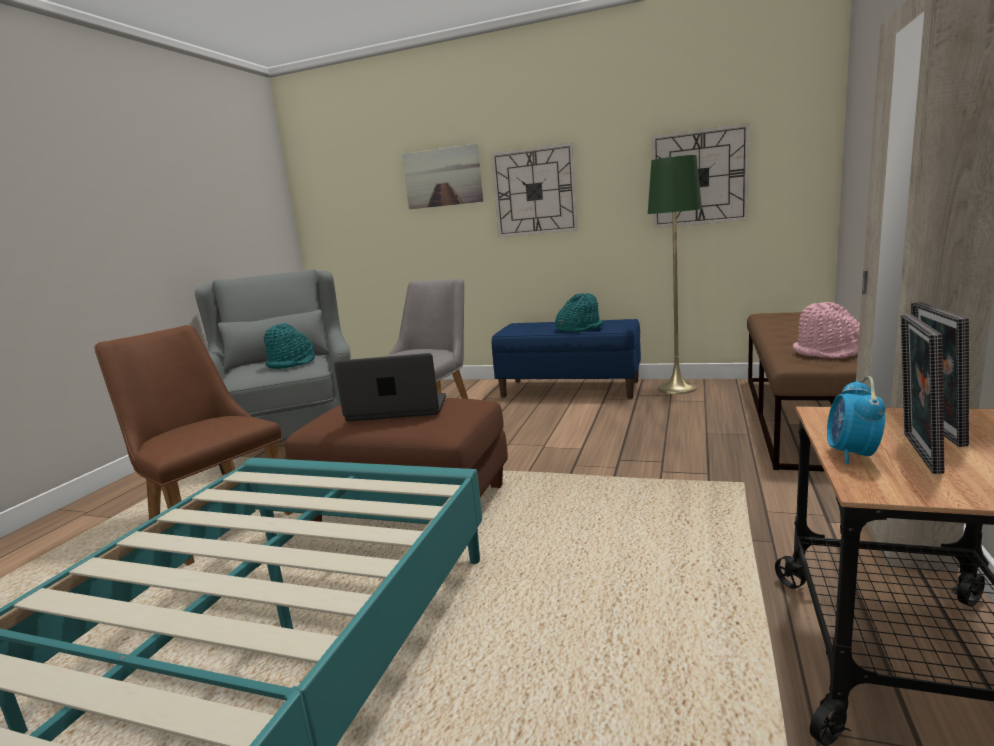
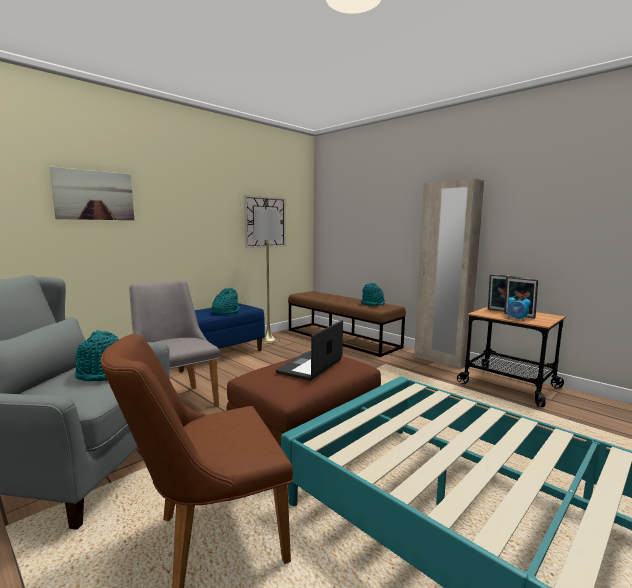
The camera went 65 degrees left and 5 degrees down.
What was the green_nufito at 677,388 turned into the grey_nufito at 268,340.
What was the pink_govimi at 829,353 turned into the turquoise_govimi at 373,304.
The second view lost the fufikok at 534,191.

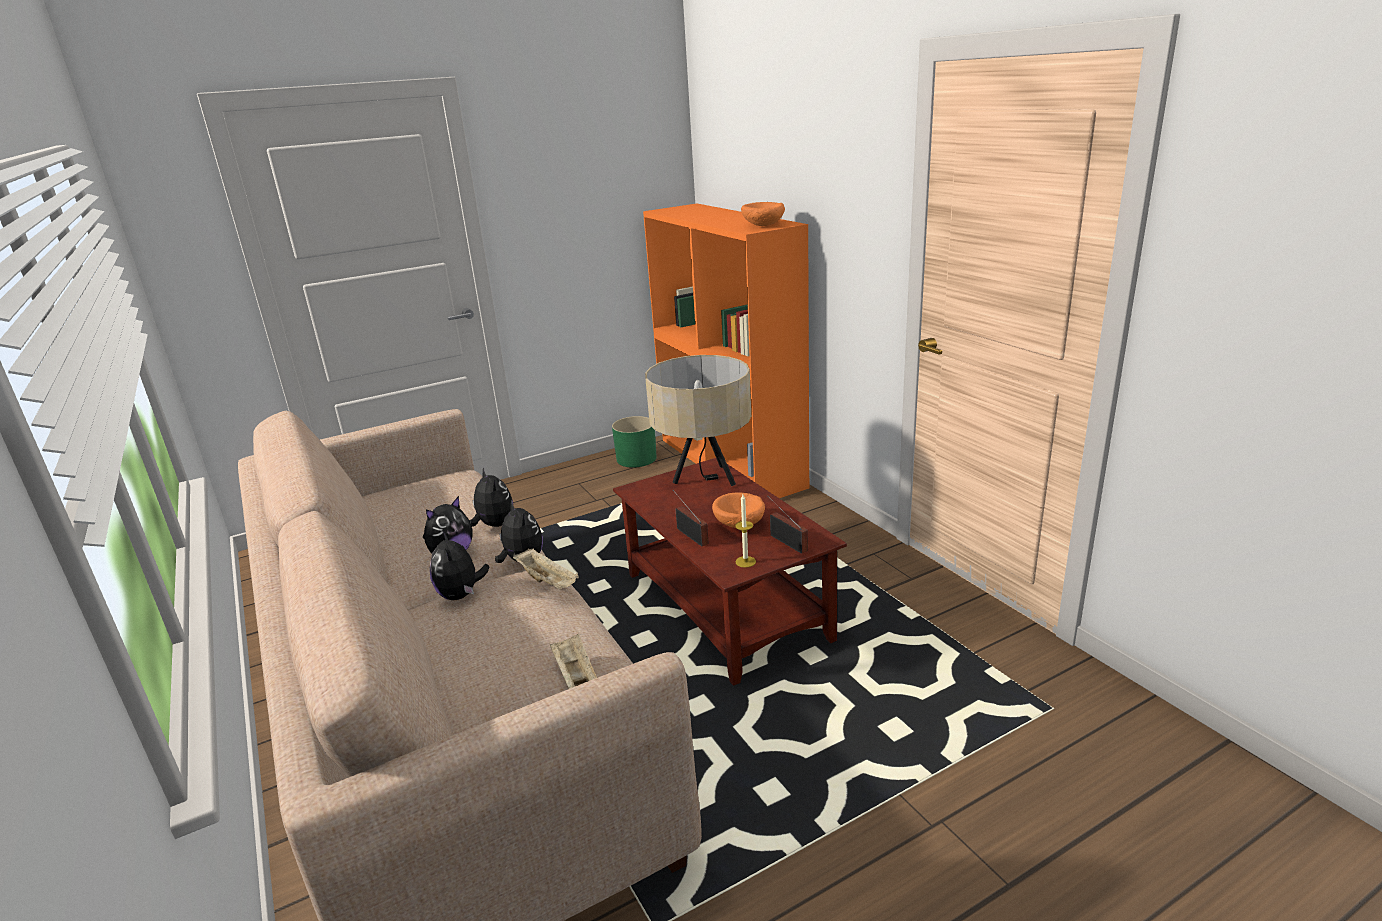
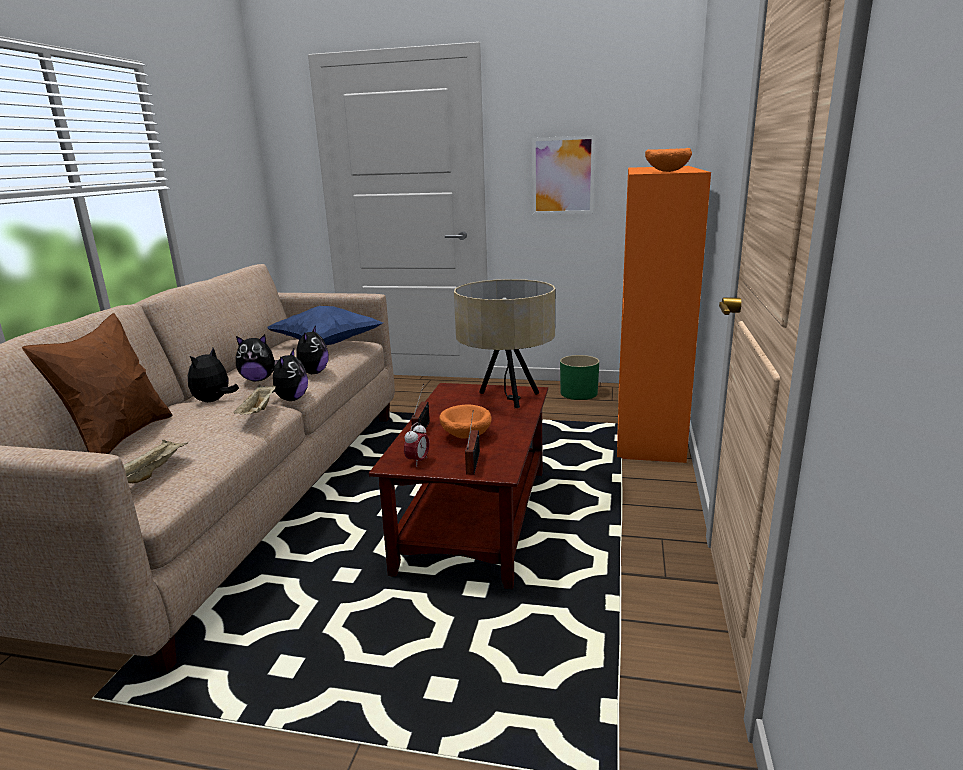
The camera went 40 degrees right and 5 degrees down.
The second view gained the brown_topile at 119,439.
The second view gained the blue_topile at 327,344.
Where the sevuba stood at 745,561, the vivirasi came to stand at 417,461.
The second view gained the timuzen at 563,176.

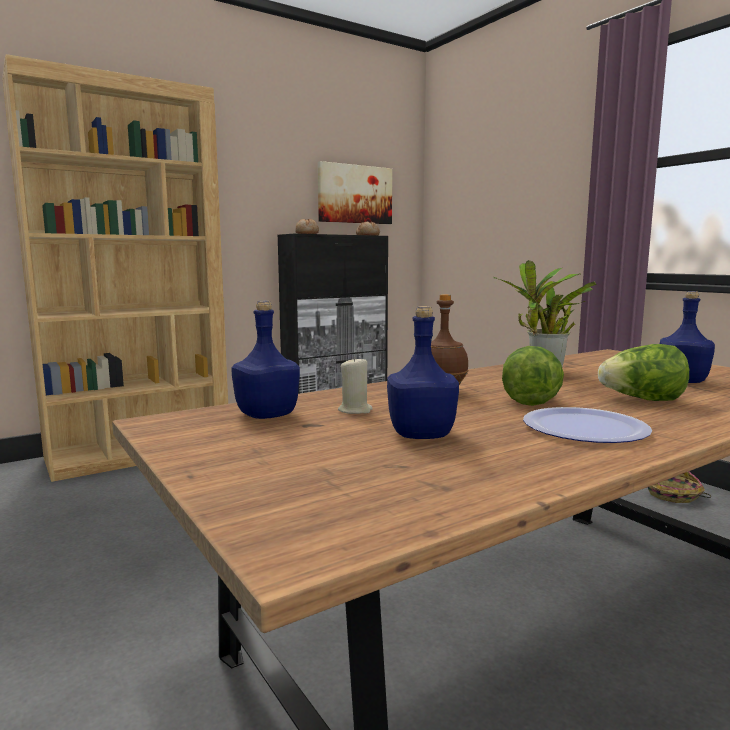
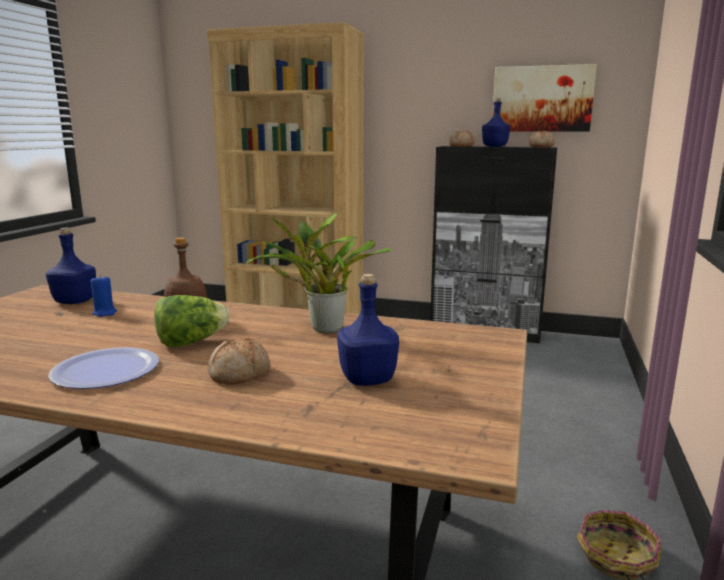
The camera went 50 degrees right and 5 degrees up.
What was the beige_sevuba at 355,410 turned into the blue_sevuba at 105,313.
Where the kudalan stood at 642,400, the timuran came to stand at 240,374.
The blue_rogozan ended up elsewhere, having gone from 421,435 to 494,146.

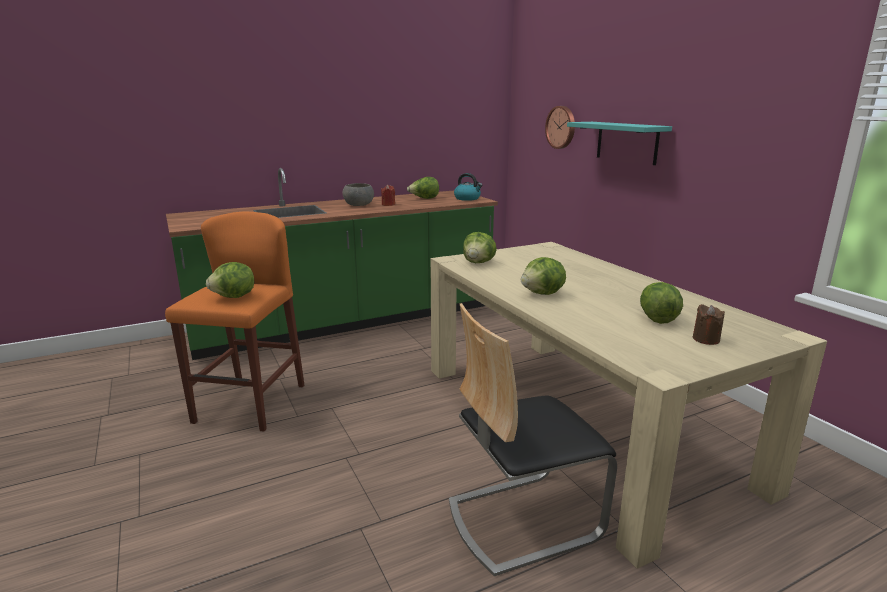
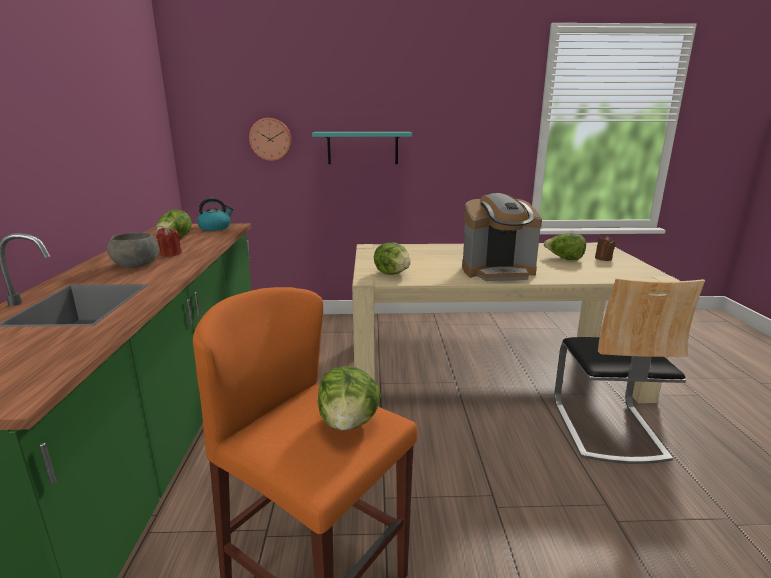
The camera went 65 degrees left and 0 degrees up.
Where the kudalan stood at 543,294, the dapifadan came to stand at 498,272.

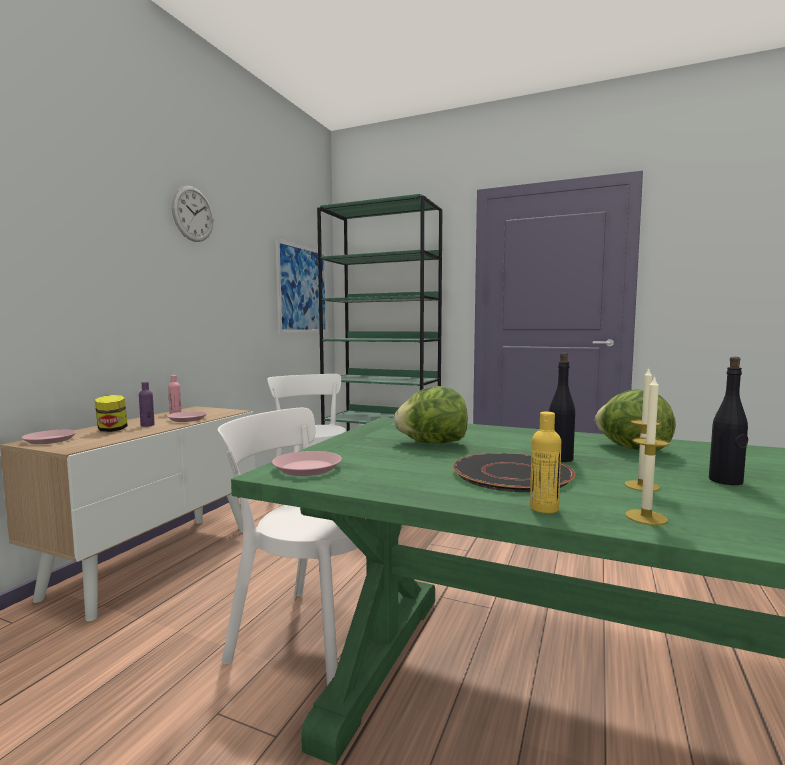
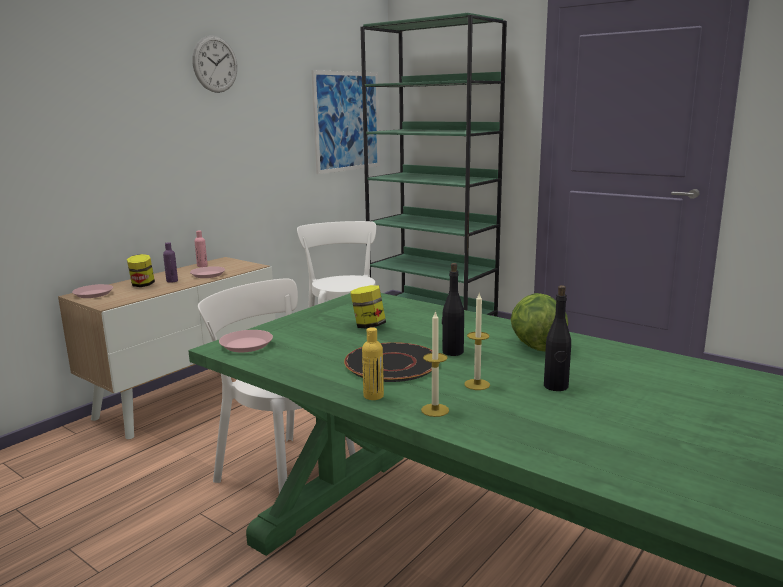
The camera went 15 degrees right and 10 degrees up.
Where the kudalan stood at 432,443, the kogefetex came to stand at 368,326.

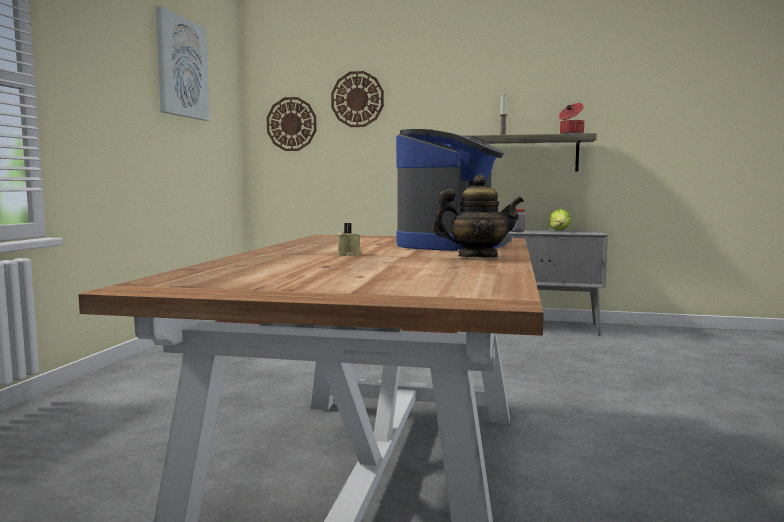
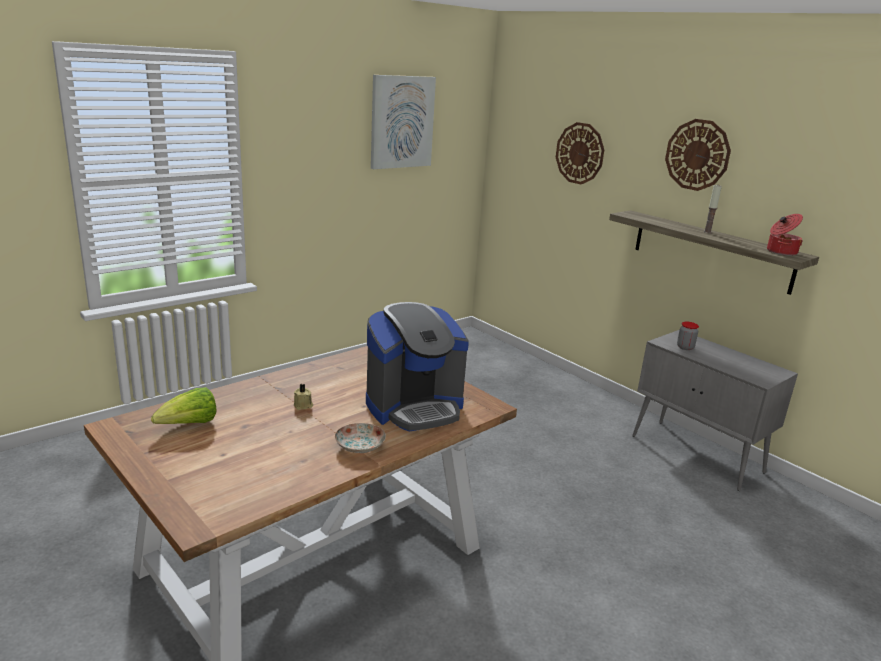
The camera went 35 degrees right and 15 degrees up.
The kudalan ended up elsewhere, having gone from 559,231 to 189,425.
Where the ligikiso stood at 477,257, the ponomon came to stand at 359,446.
The fufikok ended up elsewhere, having gone from 291,124 to 697,155.

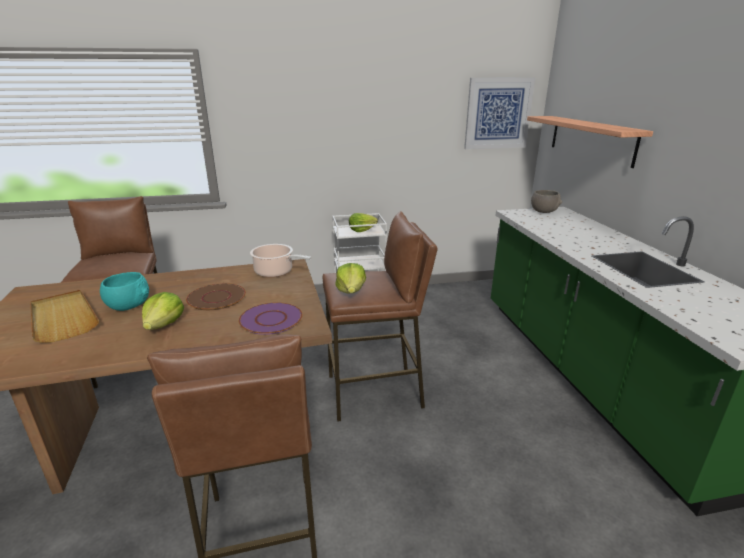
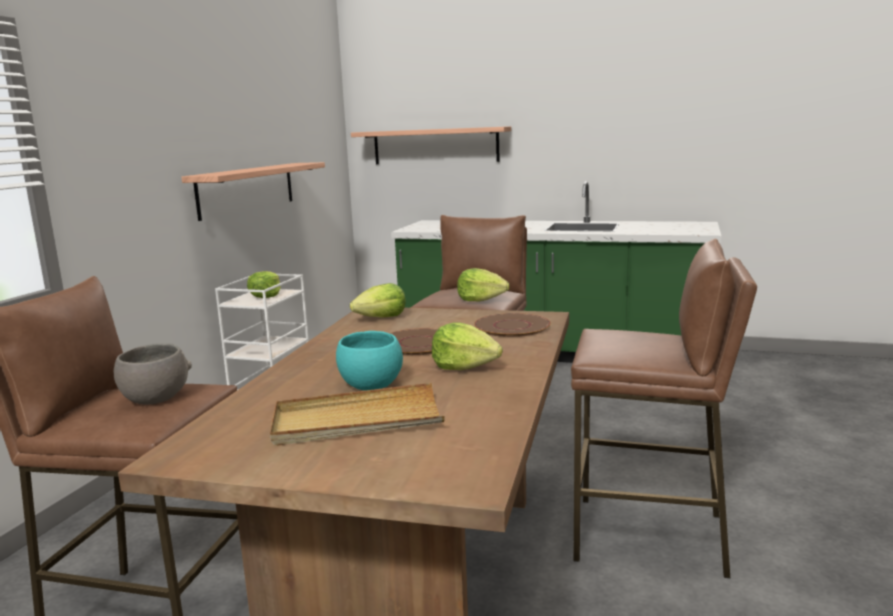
The camera went 60 degrees left and 10 degrees down.
The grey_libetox ended up elsewhere, having gone from 544,211 to 155,397.
The second view gained the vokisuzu at 247,189.
Where the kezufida stood at 276,272, the kudalan came to stand at 381,318.
What was the purple_ponomon at 270,319 turned into the brown_ponomon at 511,326.
The second view lost the timuzen at 498,113.

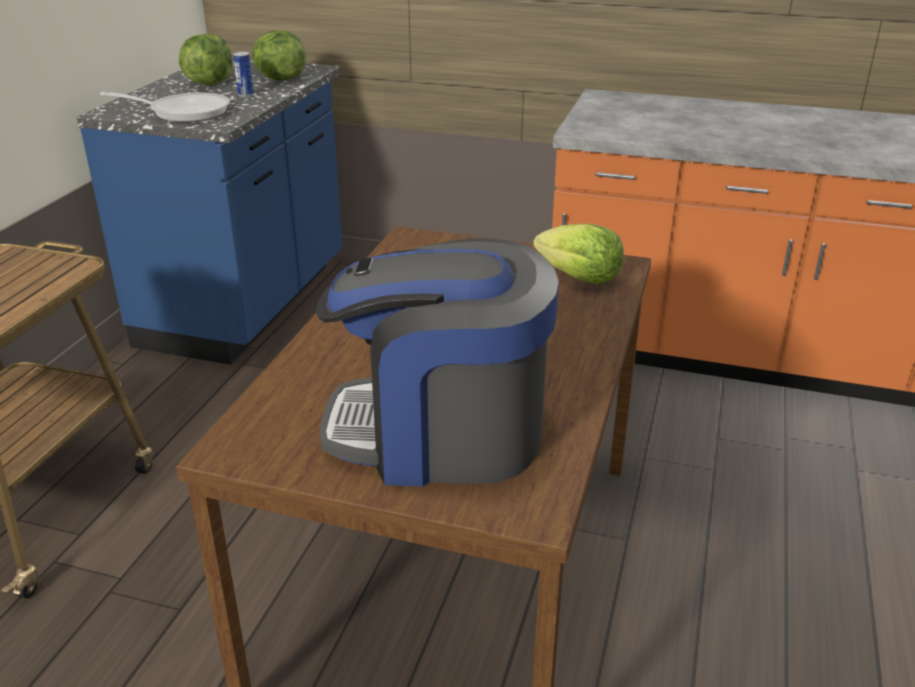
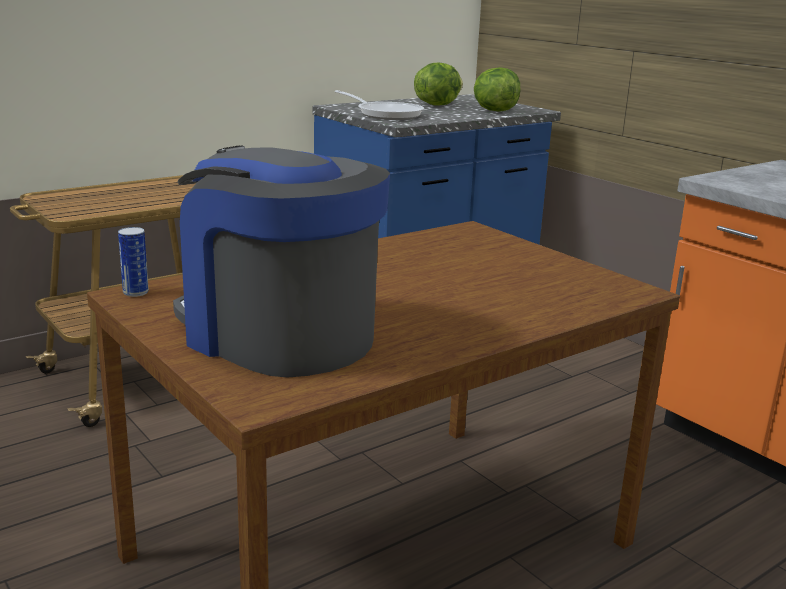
The camera went 35 degrees right and 10 degrees down.
The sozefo ended up elsewhere, having gone from 246,95 to 135,292.
The second view lost the kudalan at 579,277.

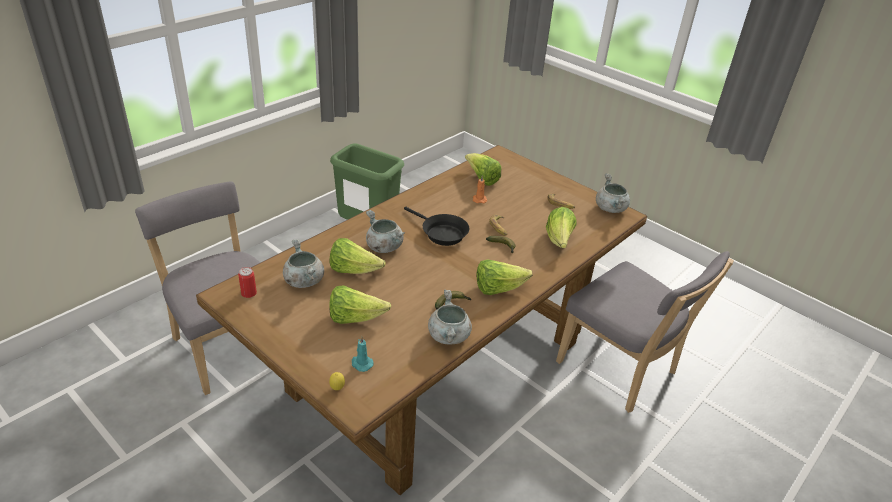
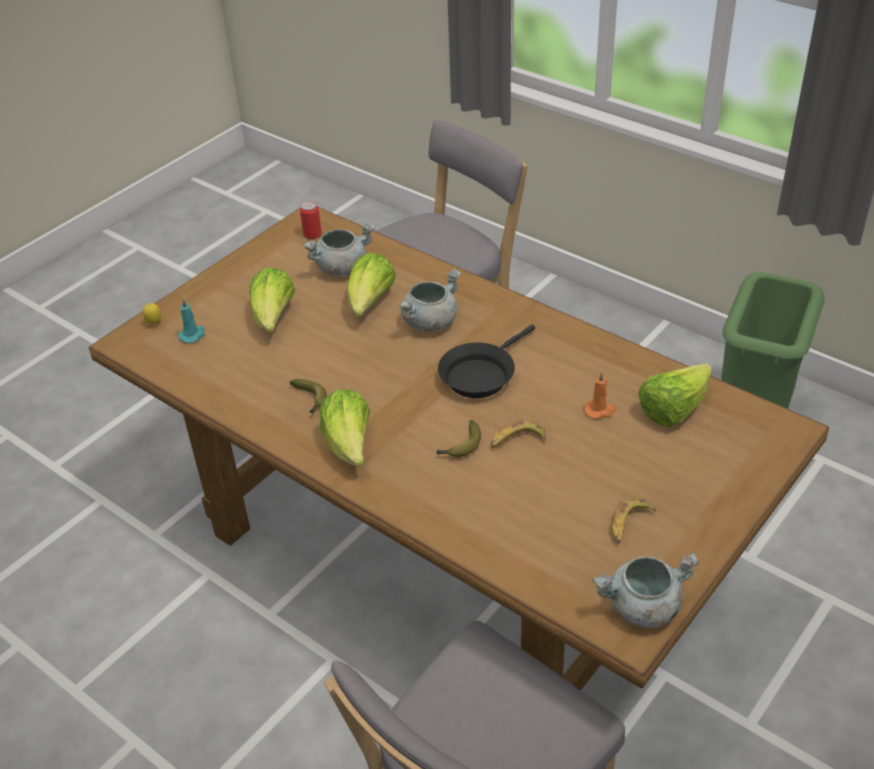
The camera went 90 degrees right and 5 degrees up.
The second view lost the grey_kezufida at 449,336.
The second view lost the kudalan at 559,240.

